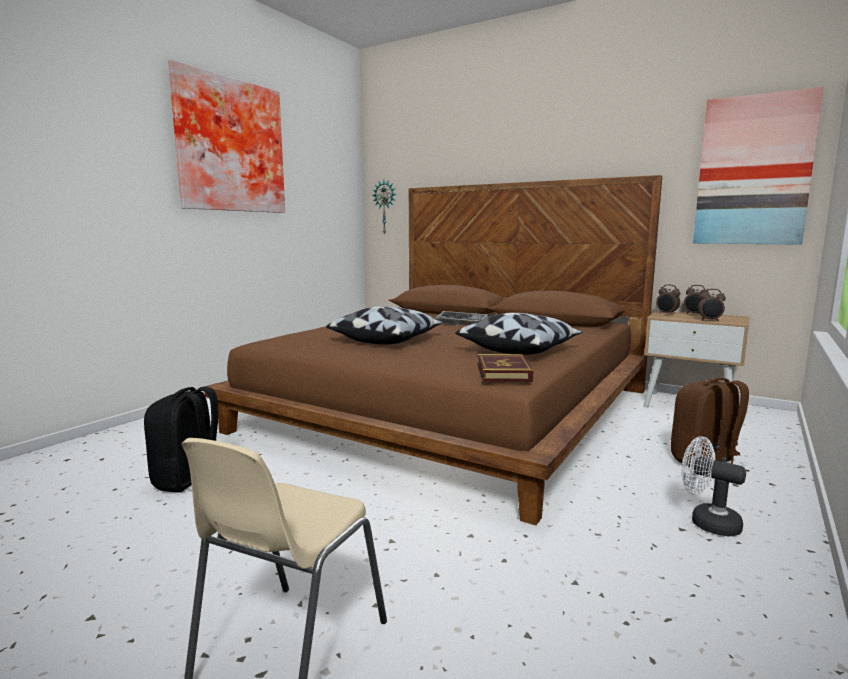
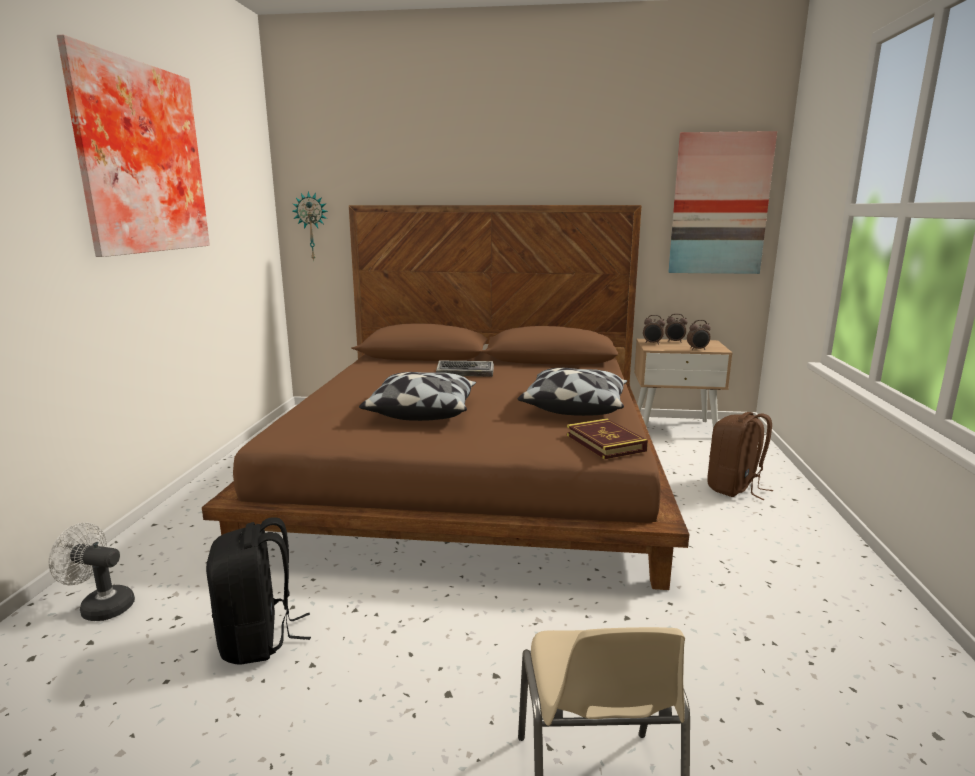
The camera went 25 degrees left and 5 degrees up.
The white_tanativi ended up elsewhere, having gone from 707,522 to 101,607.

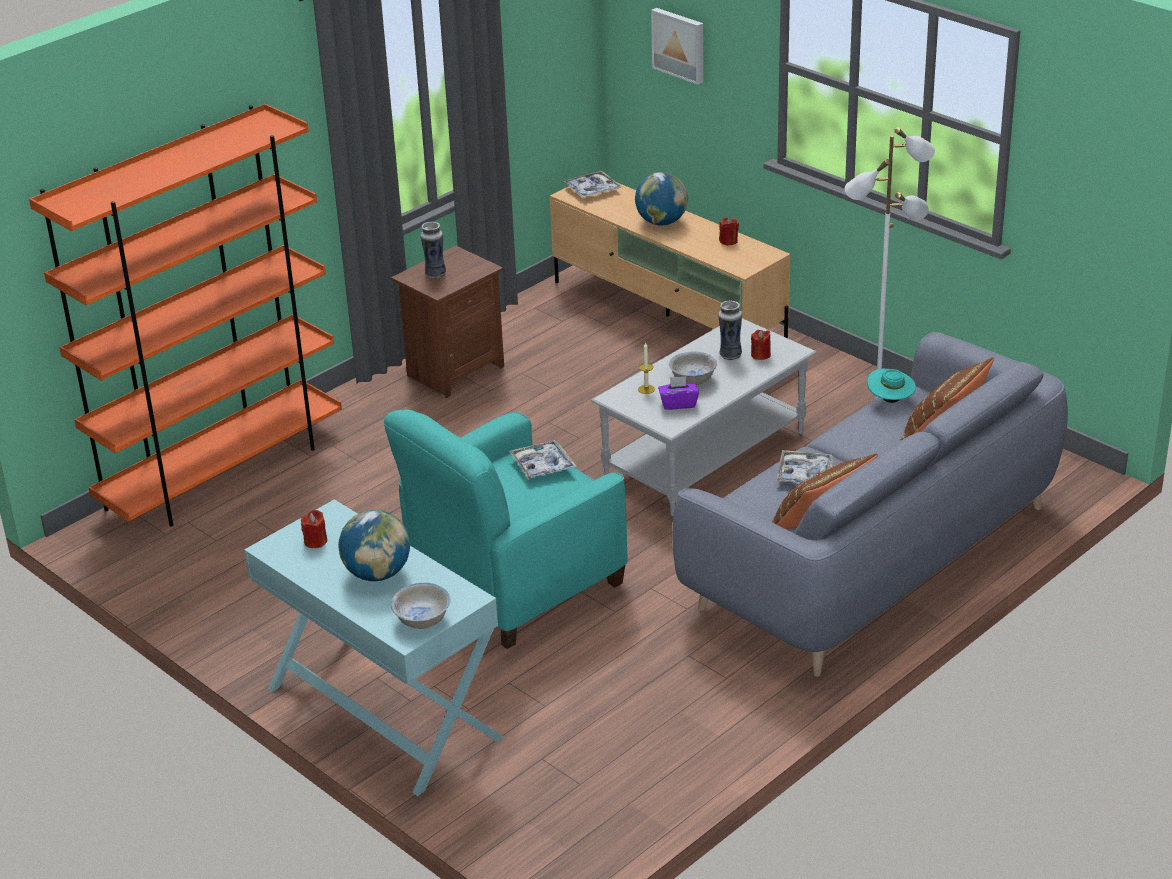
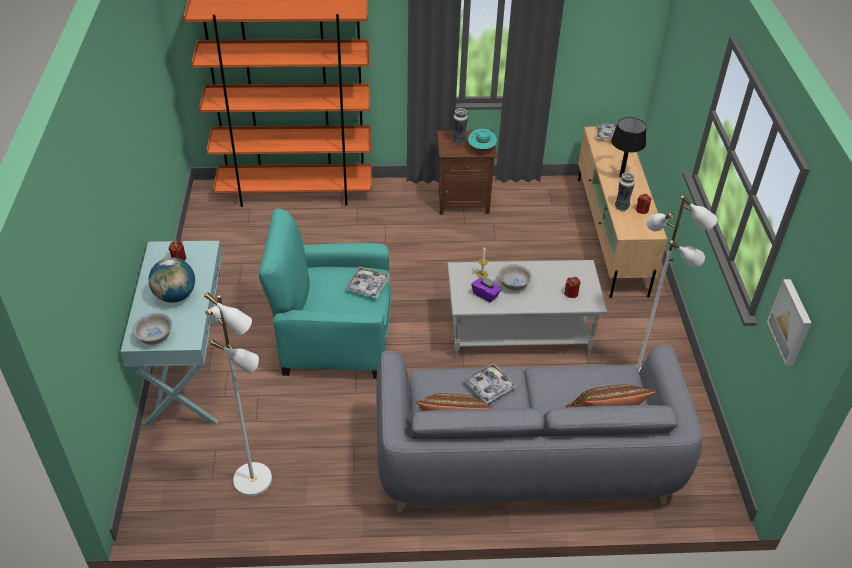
The camera went 40 degrees right and 10 degrees up.
The second view gained the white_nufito at 254,479.
The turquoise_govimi ended up elsewhere, having gone from 890,400 to 481,148.
Where the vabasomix stood at 661,222, the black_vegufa came to stand at 621,176.
The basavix ended up elsewhere, having gone from 730,355 to 621,206.
The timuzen ended up elsewhere, having gone from 679,44 to 791,322.

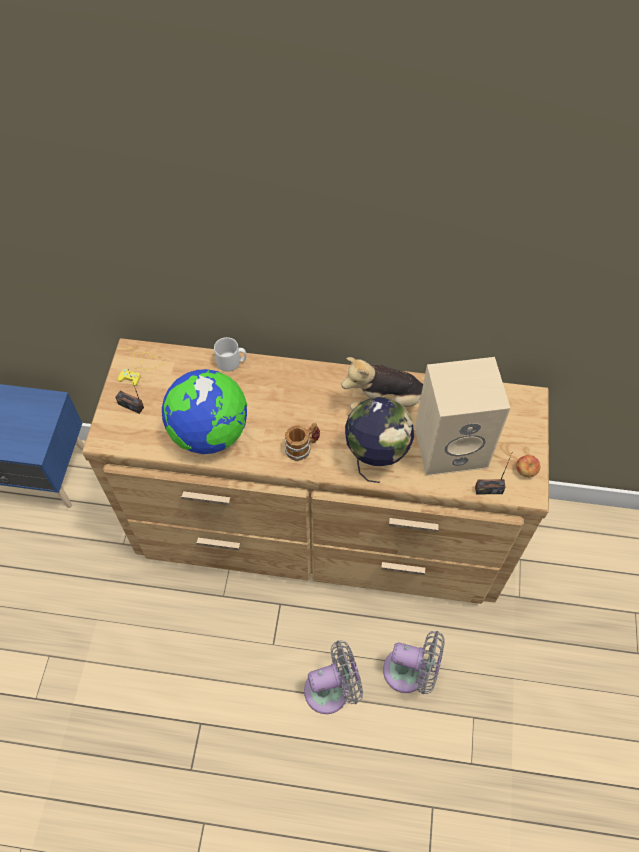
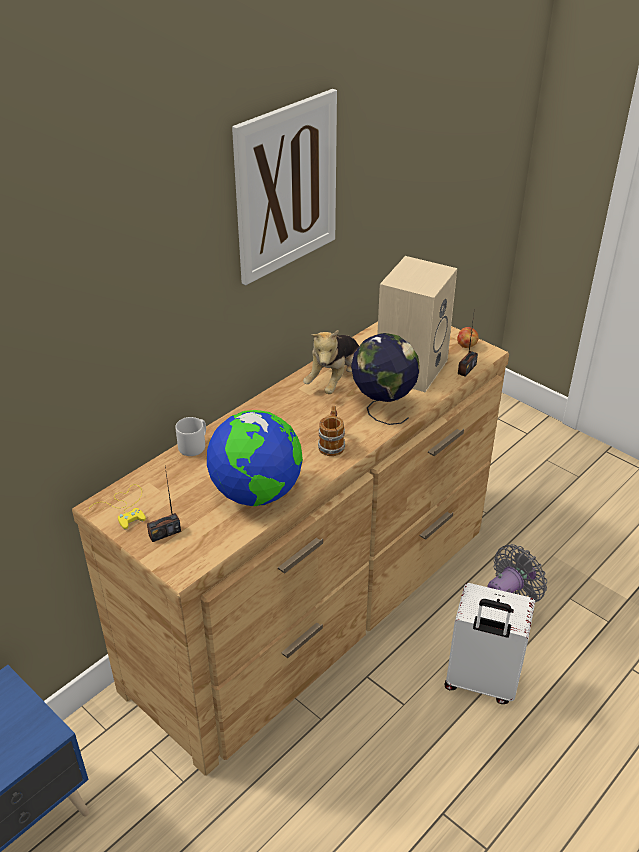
The camera went 55 degrees left and 20 degrees down.
The second view gained the timuzen at 286,187.
Where the grey_tanativi stood at 331,689, the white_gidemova came to stand at 480,682.

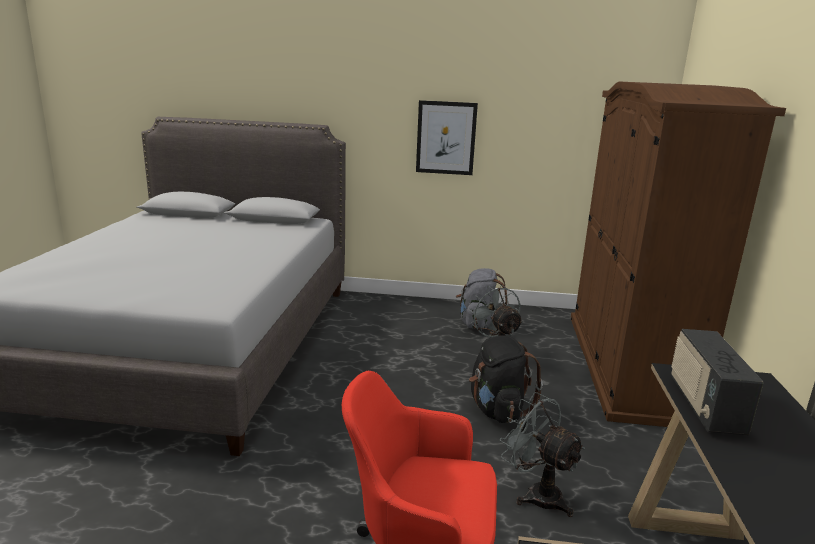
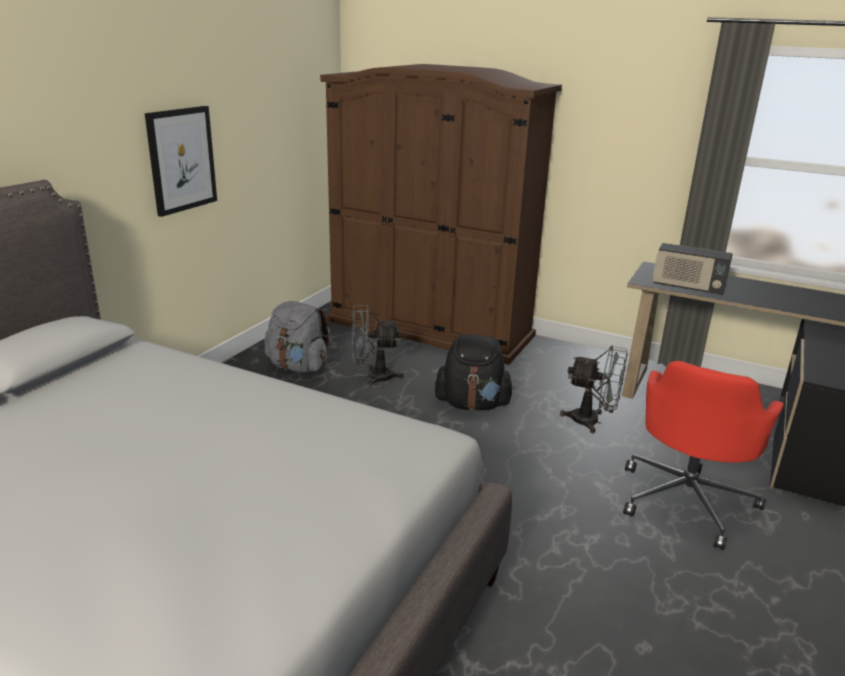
The camera went 70 degrees left and 5 degrees up.
The grey_tanativi at 536,494 ended up facing another way, 135 degrees counterclockwise from before.

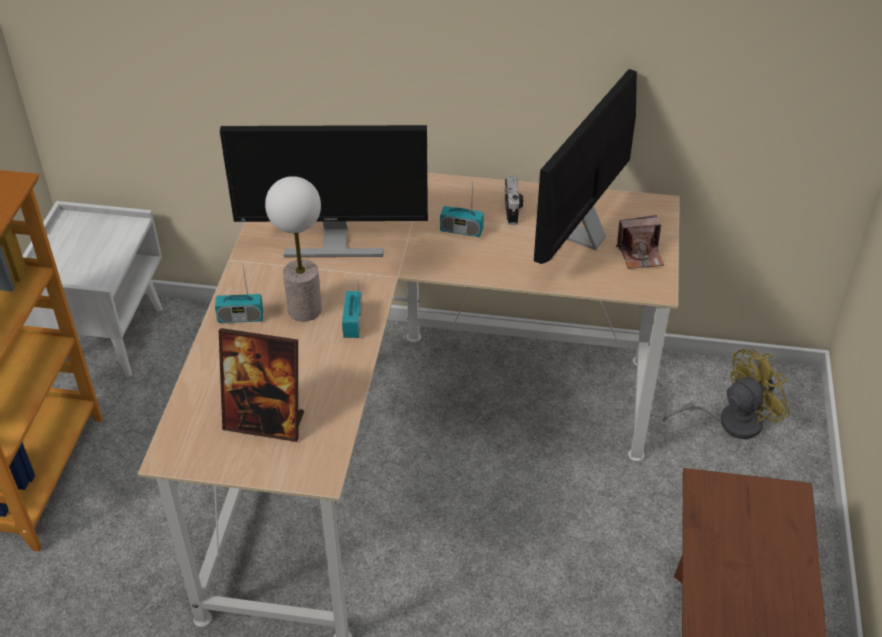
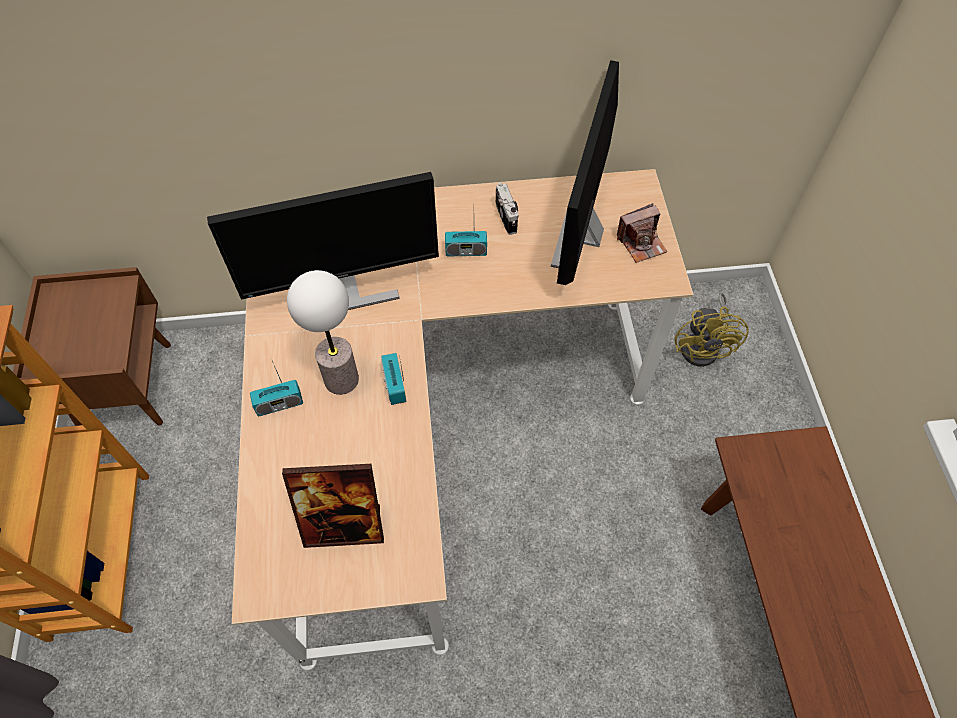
The camera went 15 degrees left and 15 degrees up.
What was the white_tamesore at 106,336 turned into the brown_tamesore at 125,386.
The yellow_tanativi at 730,421 ended up facing another way, 135 degrees clockwise from before.

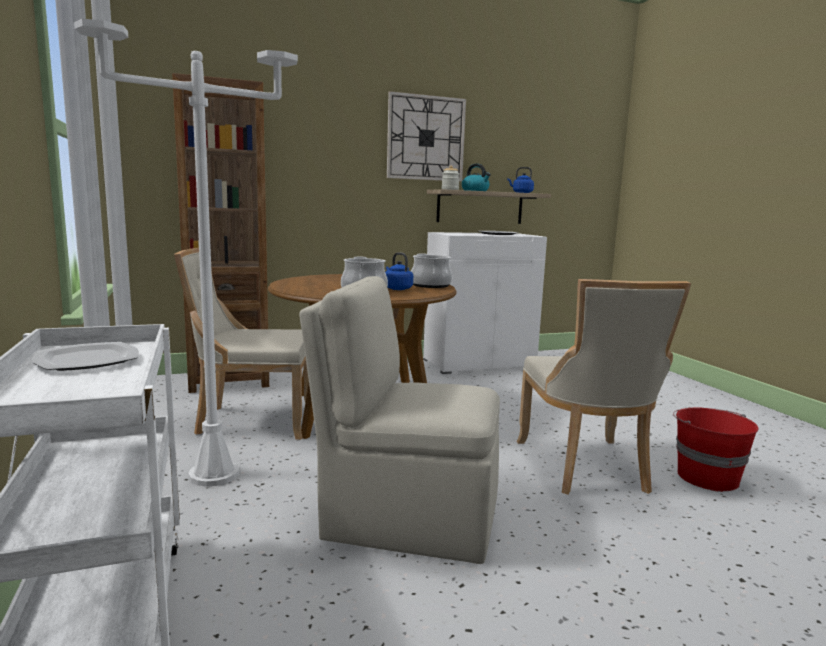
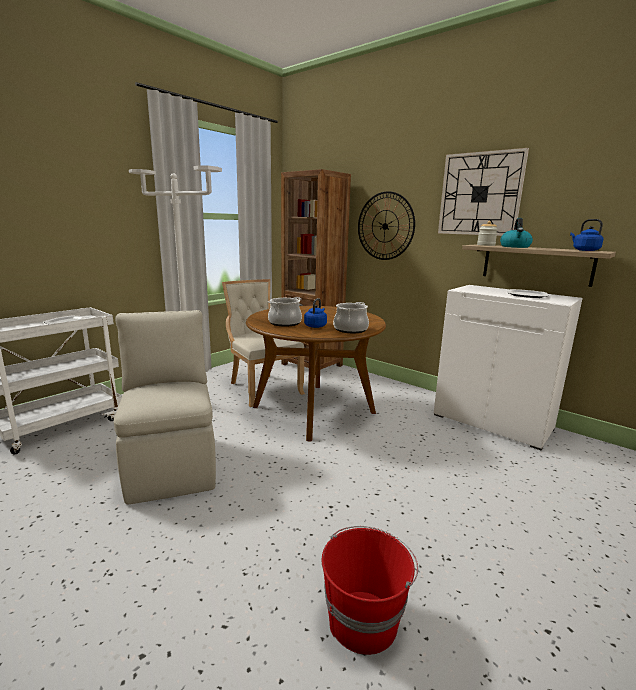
The camera went 60 degrees right and 5 degrees up.
The second view gained the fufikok at 385,226.
The second view lost the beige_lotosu at 586,468.

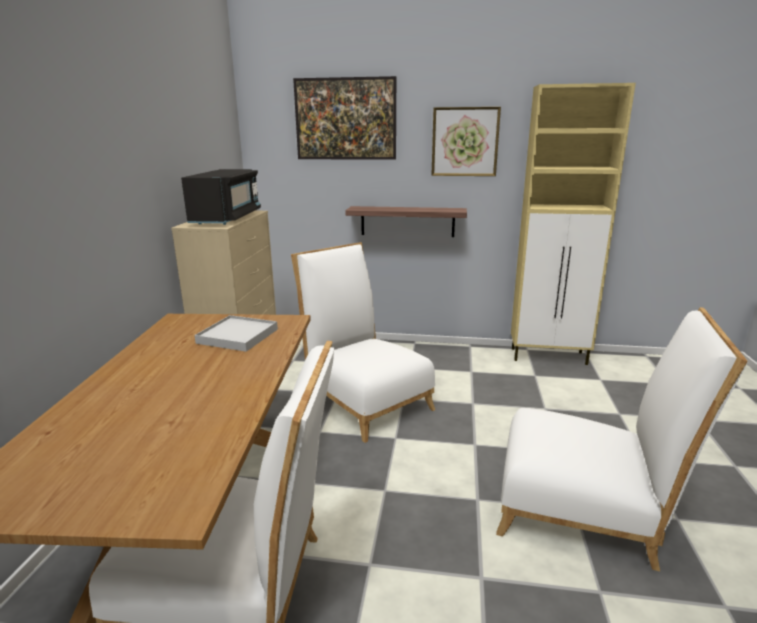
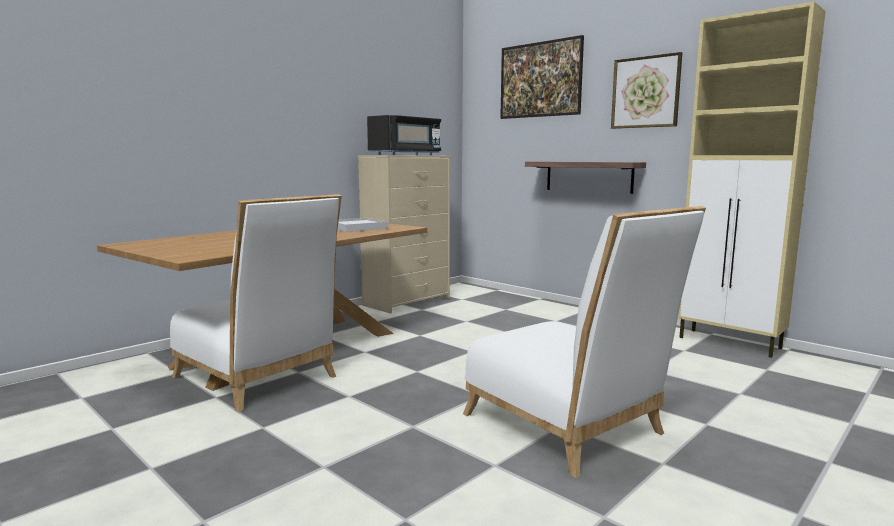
The camera went 35 degrees right and 10 degrees down.
The second view lost the white_lotosu at 364,399.

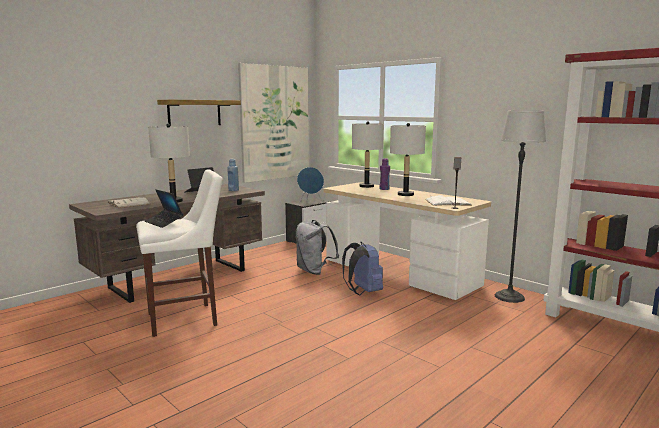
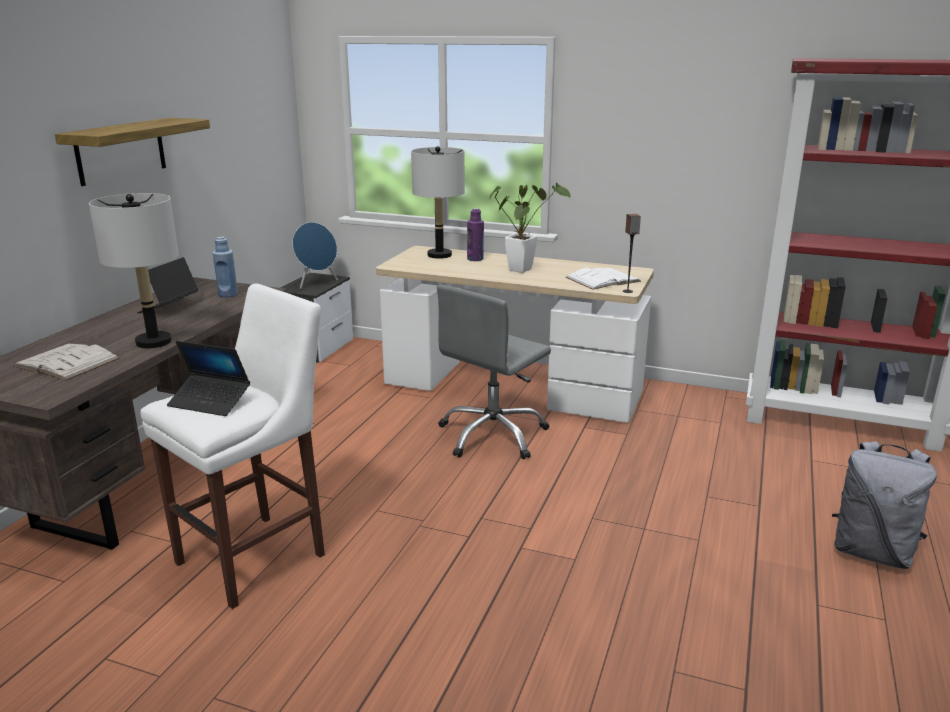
The camera went 25 degrees left and 10 degrees up.
Where the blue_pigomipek stood at 363,292, the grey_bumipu came to stand at 493,435.
Where the grey_vegufa stood at 406,194, the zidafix came to stand at 523,269.
The grey_pigomipek ended up elsewhere, having gone from 314,271 to 872,552.
The second view lost the timuzen at 275,123.
The second view lost the nufito at 509,297.

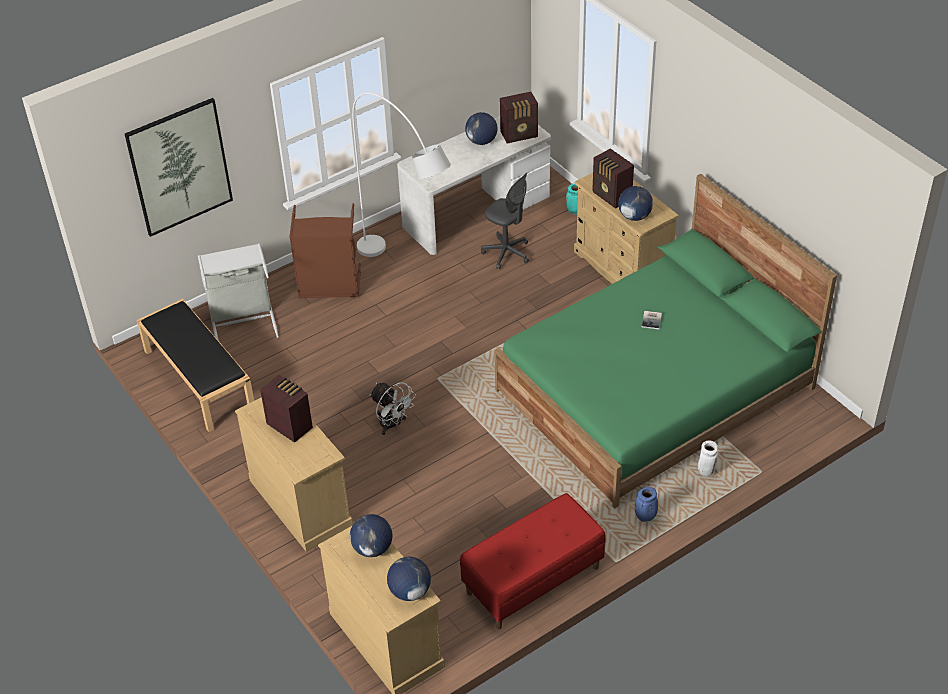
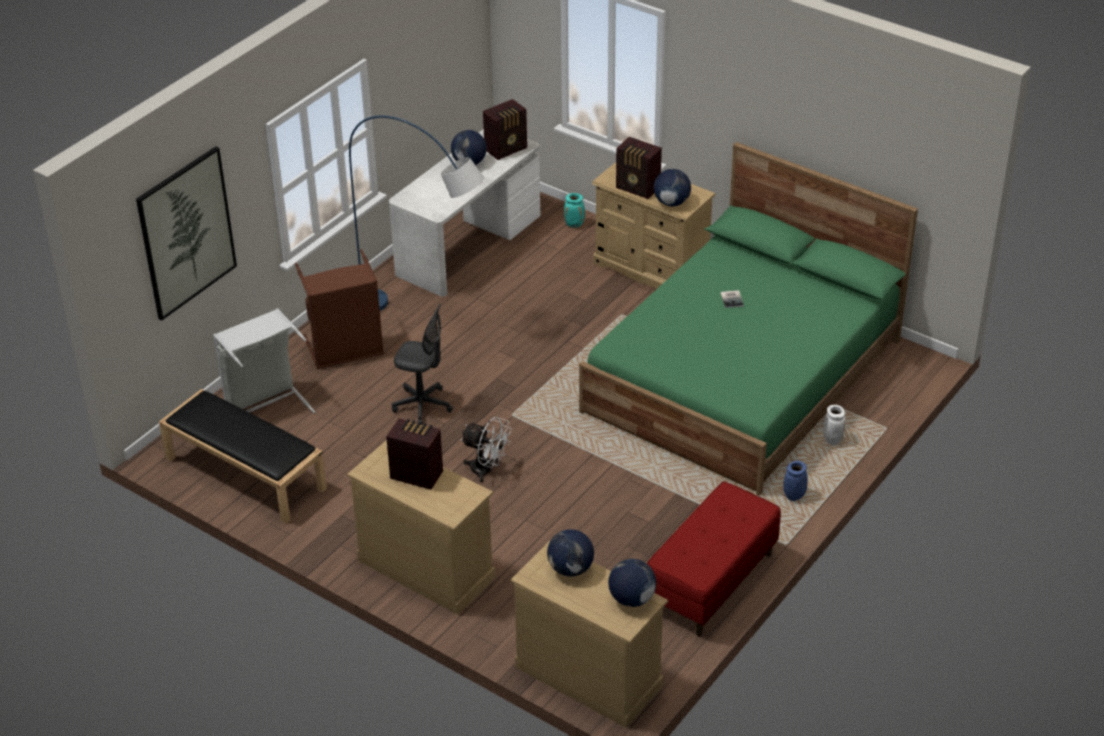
The camera went 20 degrees left and 5 degrees down.
What was the white_nufito at 408,272 turned into the blue_nufito at 425,319.
The grey_bumipu ended up elsewhere, having gone from 506,253 to 422,405.

